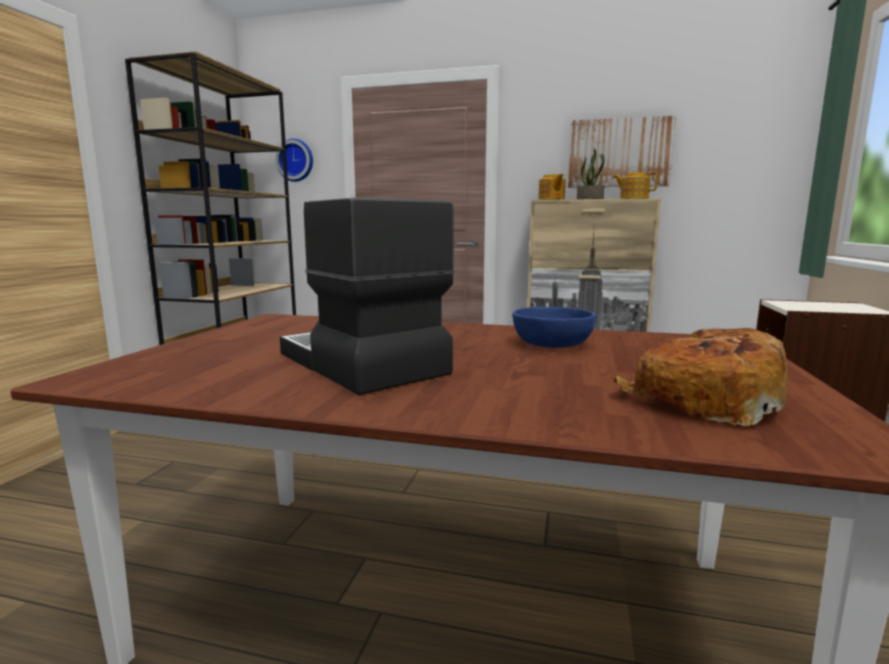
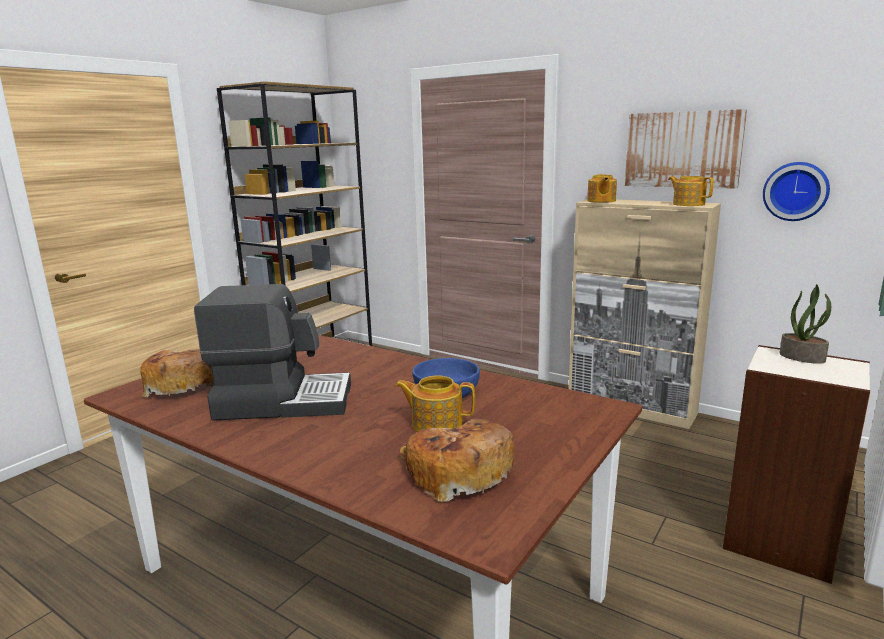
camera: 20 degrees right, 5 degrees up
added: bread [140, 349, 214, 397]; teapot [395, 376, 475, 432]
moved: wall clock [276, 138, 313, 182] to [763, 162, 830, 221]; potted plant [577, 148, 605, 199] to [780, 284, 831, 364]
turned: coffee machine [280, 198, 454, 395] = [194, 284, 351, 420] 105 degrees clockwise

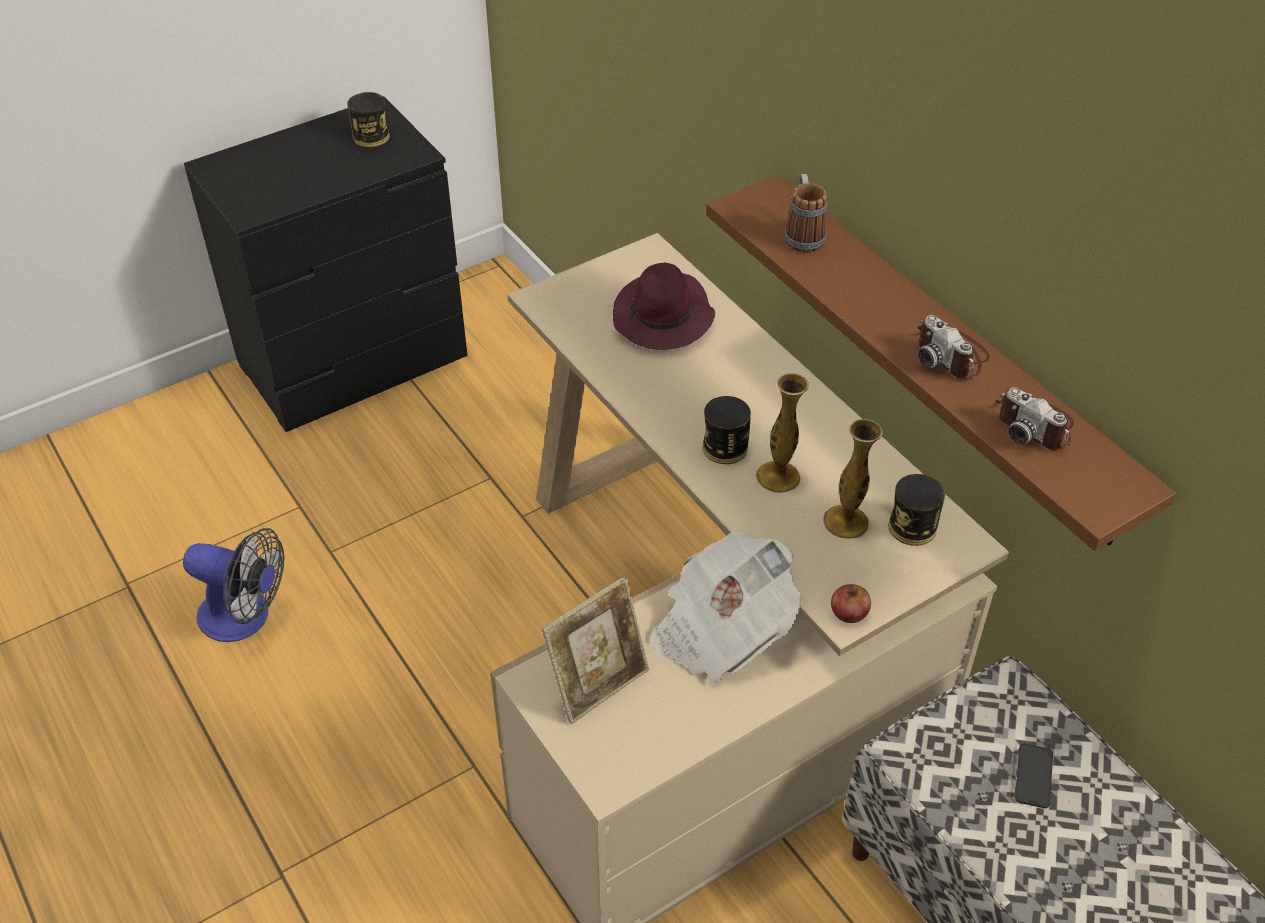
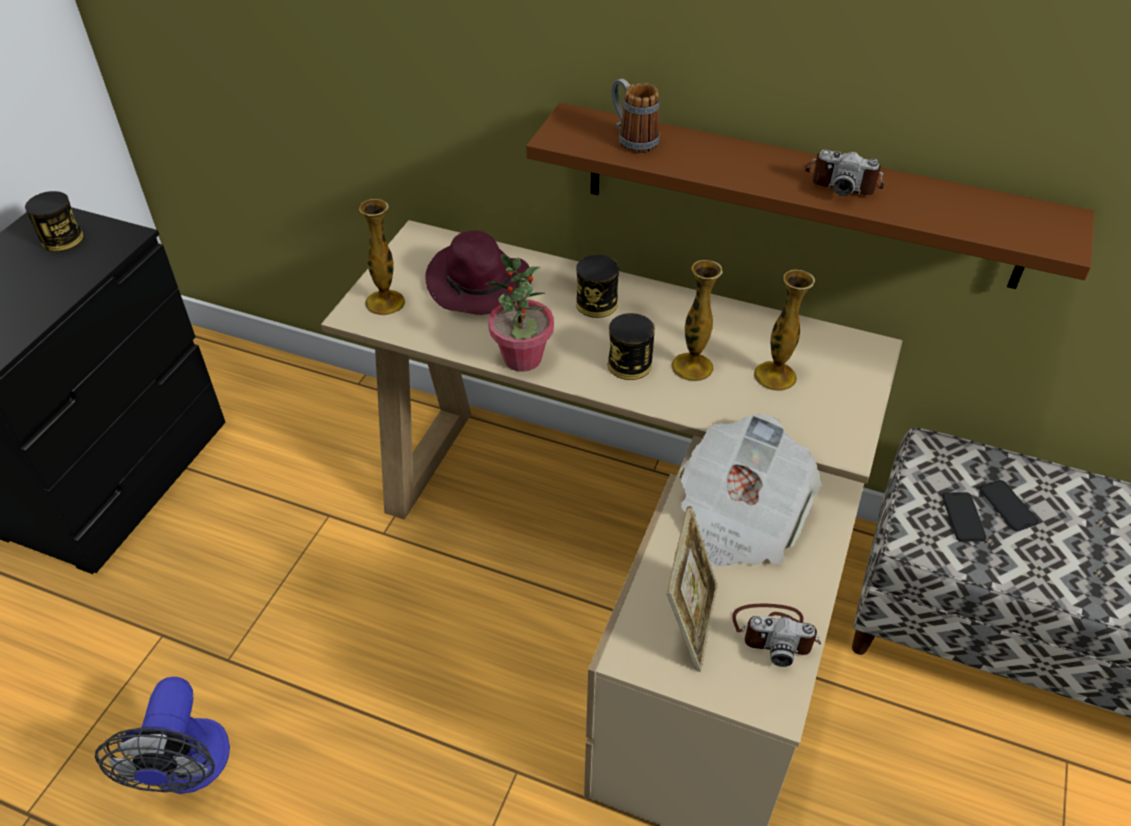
camera: 35 degrees left, 0 degrees up
removed: apple [831, 584, 871, 623]
added: vase [359, 199, 405, 315]; potted plant [485, 254, 554, 372]; phone [942, 492, 987, 542]
moved: can [888, 474, 945, 546] to [576, 255, 619, 318]; photo camera [995, 387, 1074, 450] to [732, 603, 821, 667]
turned: fan [183, 528, 285, 642] = [95, 677, 230, 794] 105 degrees clockwise

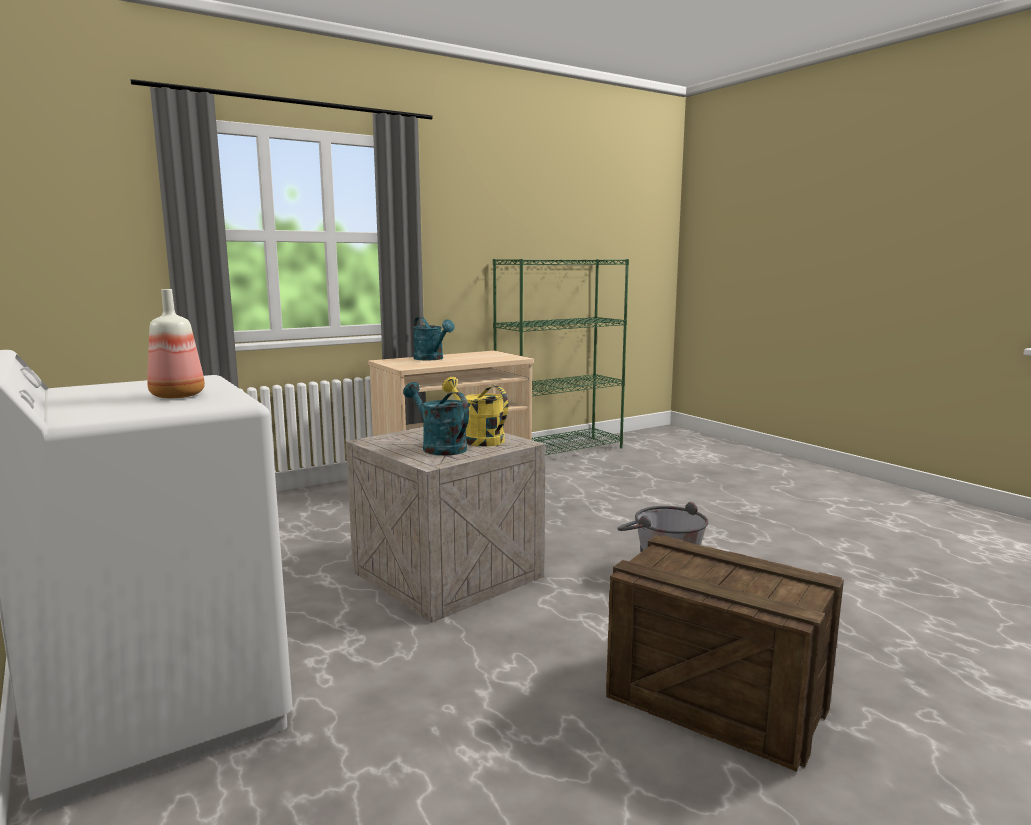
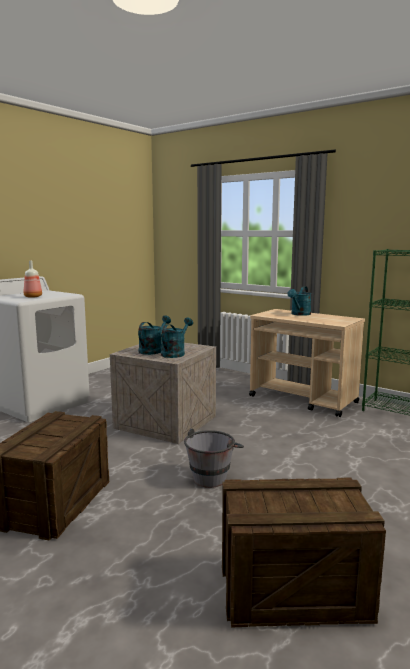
camera: 70 degrees right, 0 degrees up
added: crate [222, 478, 386, 628]
recoloured: watering can/yellow [442, 377, 508, 446] to watering can/turquoise [161, 318, 193, 358]

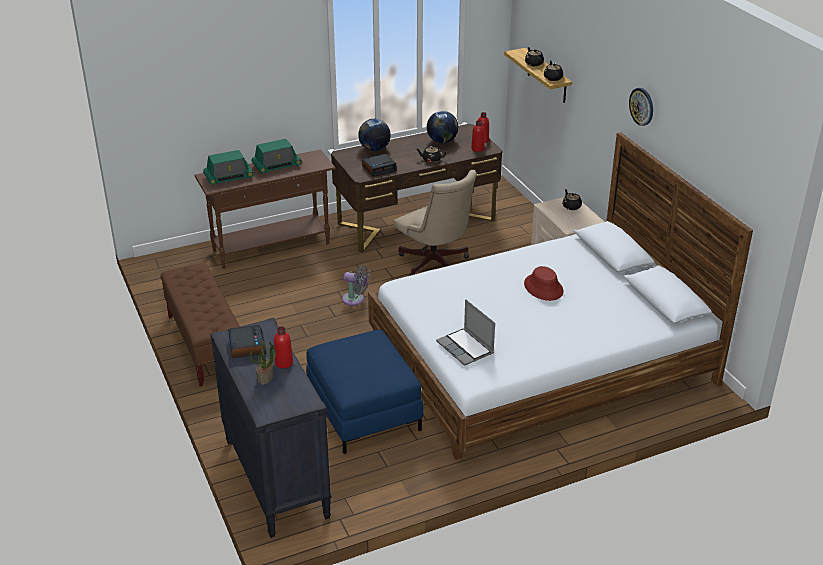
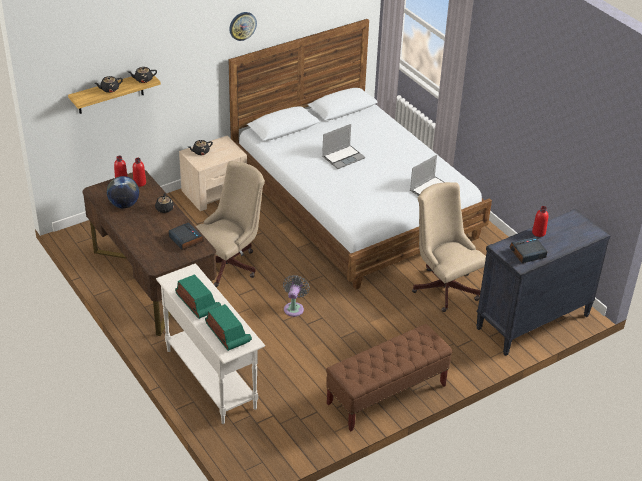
camera: 100 degrees left, 5 degrees up
removed: potted plant [250, 341, 276, 385]; globe [358, 119, 391, 151]
replaced: ottoman/blue [306, 330, 424, 454] to office chair/beige [412, 182, 486, 312]; hat/red [524, 266, 564, 301] to laptop [322, 124, 365, 169]
recoloured: console table/brown [194, 149, 336, 269] to console table/white [156, 263, 265, 424]

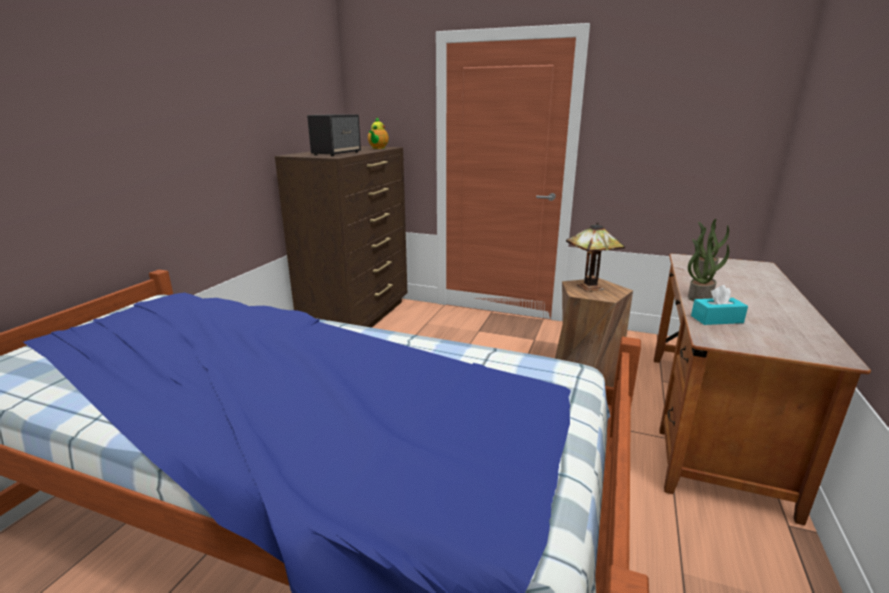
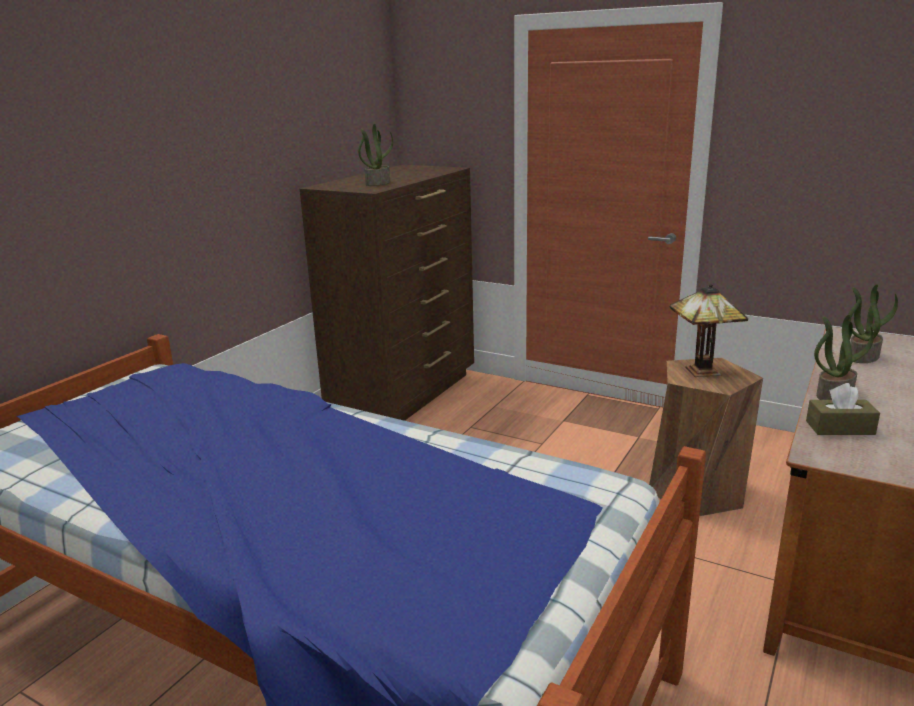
camera: 10 degrees right, 0 degrees up
removed: teapot [368, 118, 389, 149]
replaced: speaker [307, 114, 361, 156] to potted plant [358, 124, 393, 186]
recoloured: tissue box/turquoise [691, 285, 748, 325] to tissue box/brown [806, 383, 880, 435]

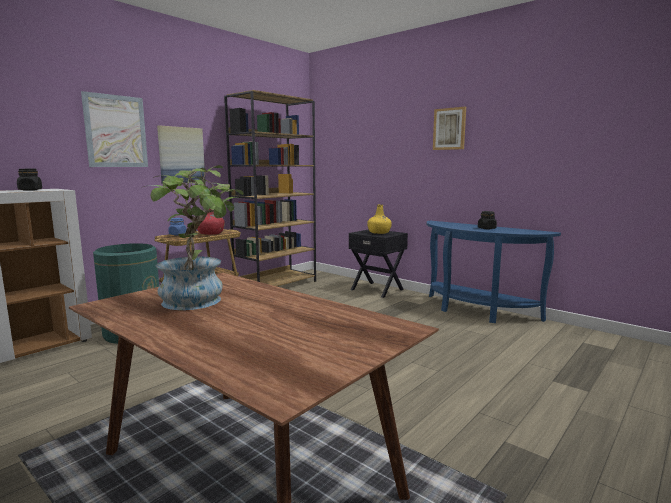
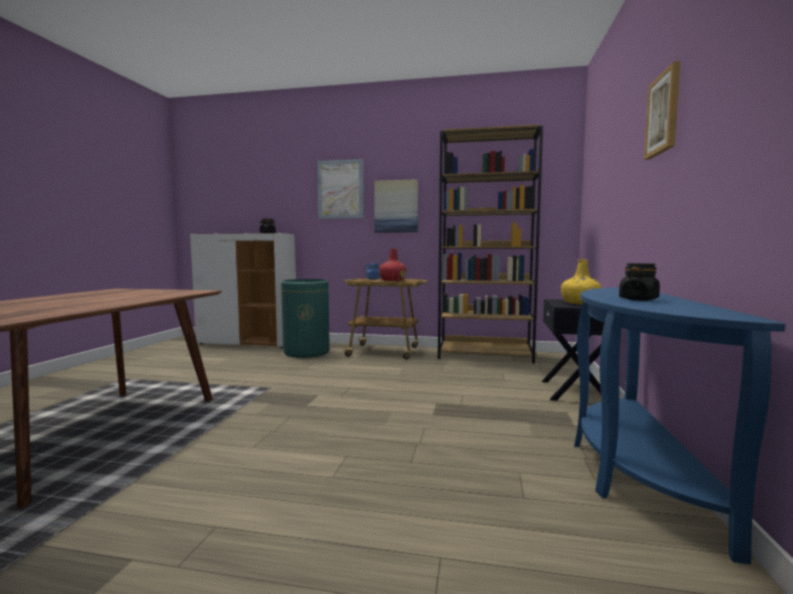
camera: 60 degrees right, 5 degrees down
removed: potted plant [144, 165, 244, 310]

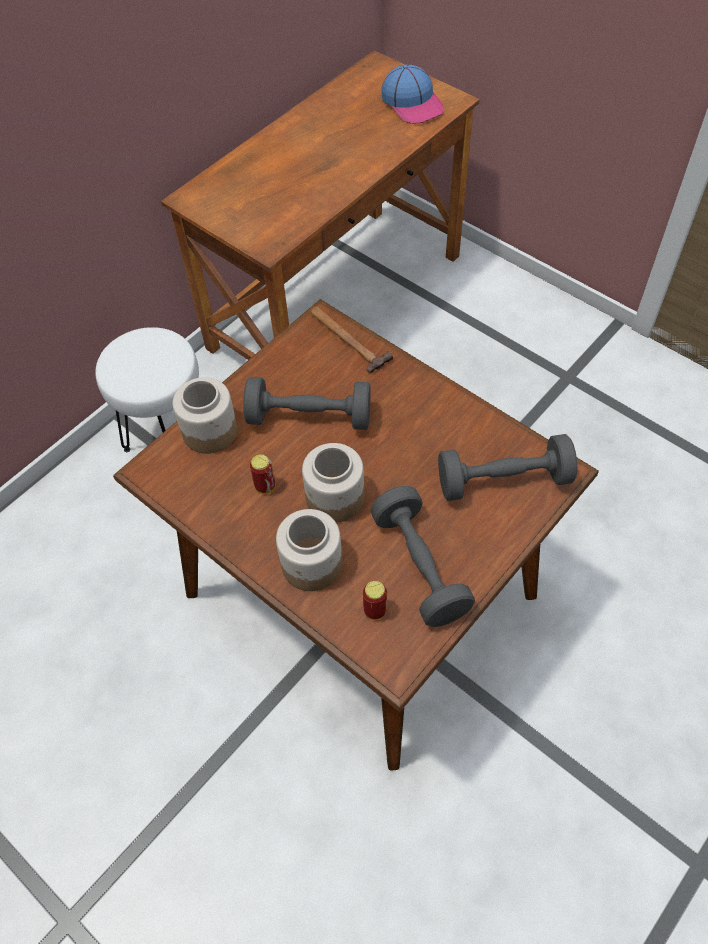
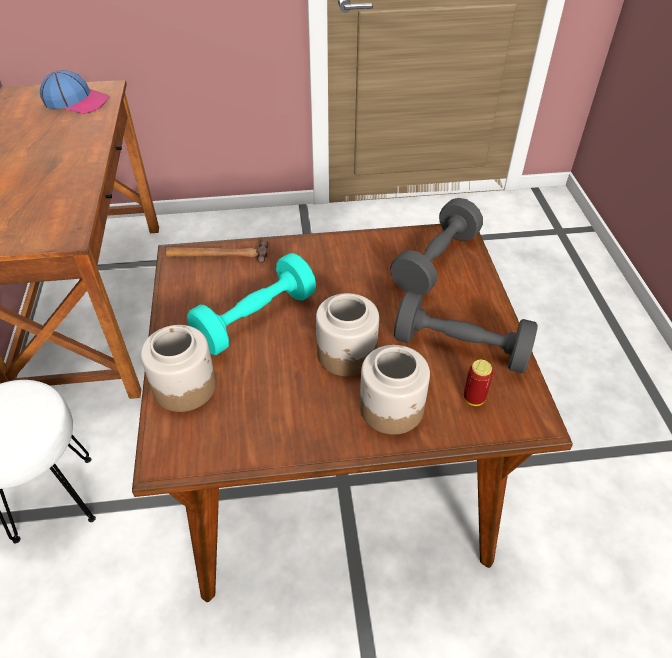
camera: 50 degrees left, 10 degrees down
removed: can [250, 454, 275, 494]
recoloured: dumbbell/grey [243, 377, 371, 430] to dumbbell/turquoise [187, 253, 316, 355]

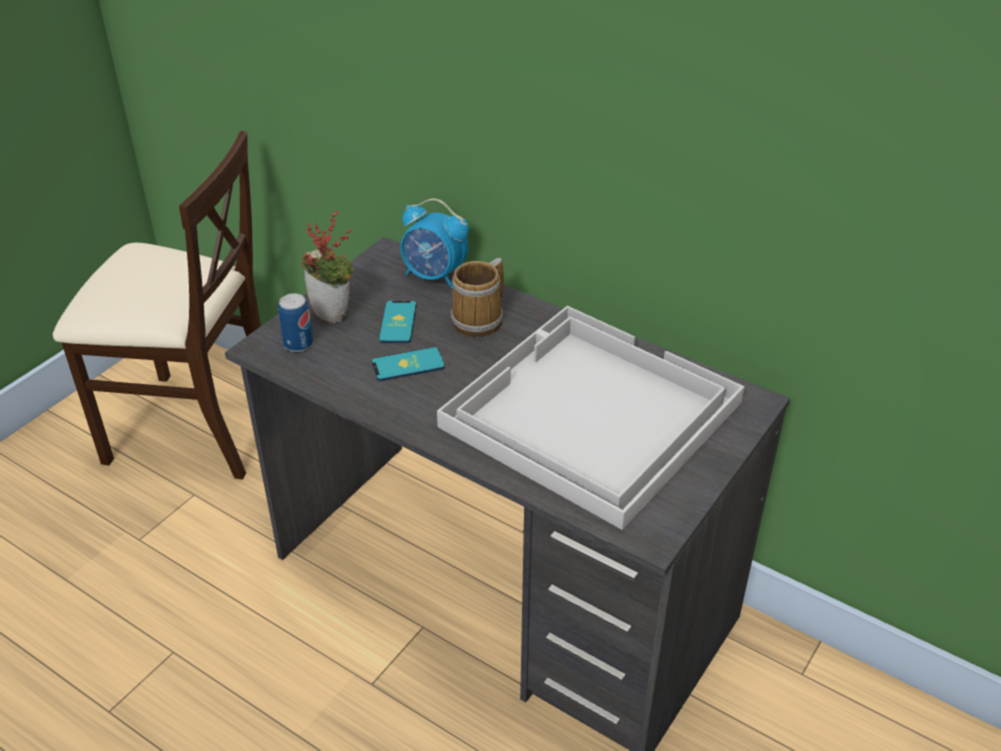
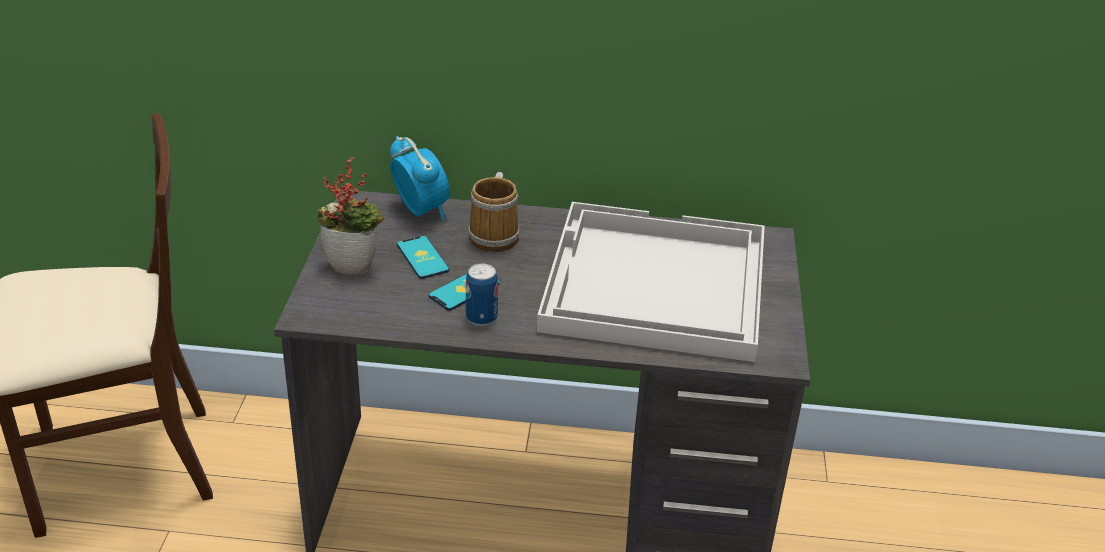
camera: 30 degrees left, 5 degrees down
moved: can [278, 293, 313, 352] to [466, 263, 498, 326]
turned: alarm clock [401, 198, 469, 288] = [390, 136, 450, 221] 120 degrees counterclockwise

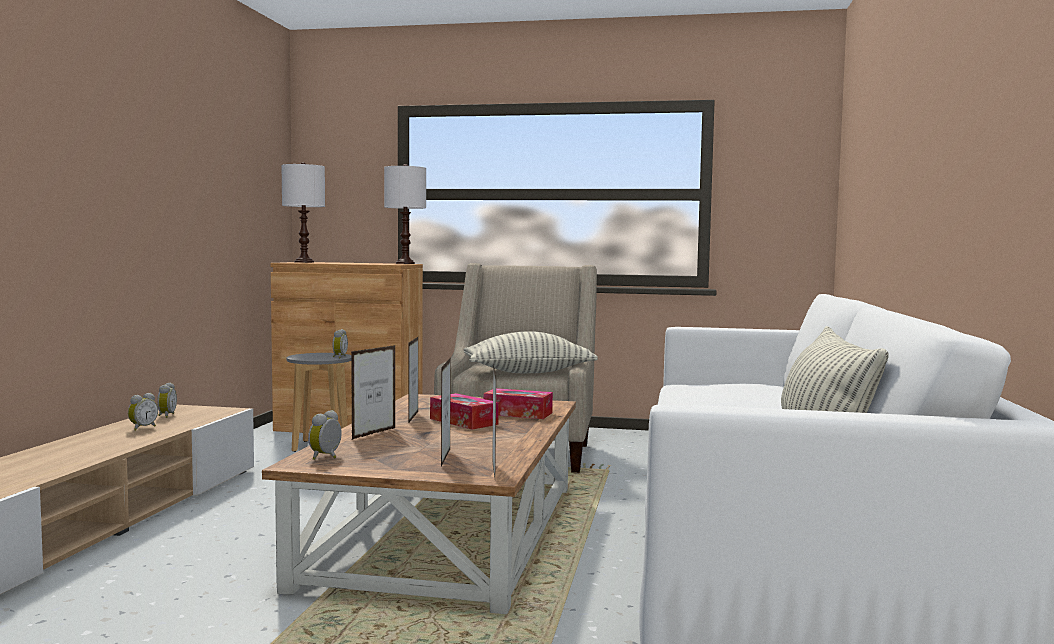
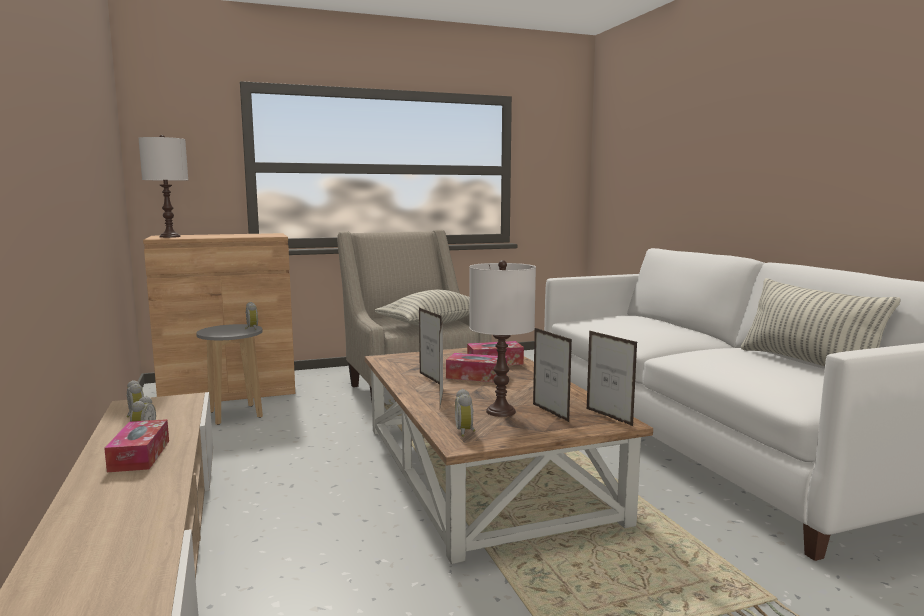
camera: 30 degrees left, 5 degrees up
added: tissue box [104, 419, 169, 472]
moved: table lamp/white [384, 164, 426, 264] to [469, 260, 536, 417]

